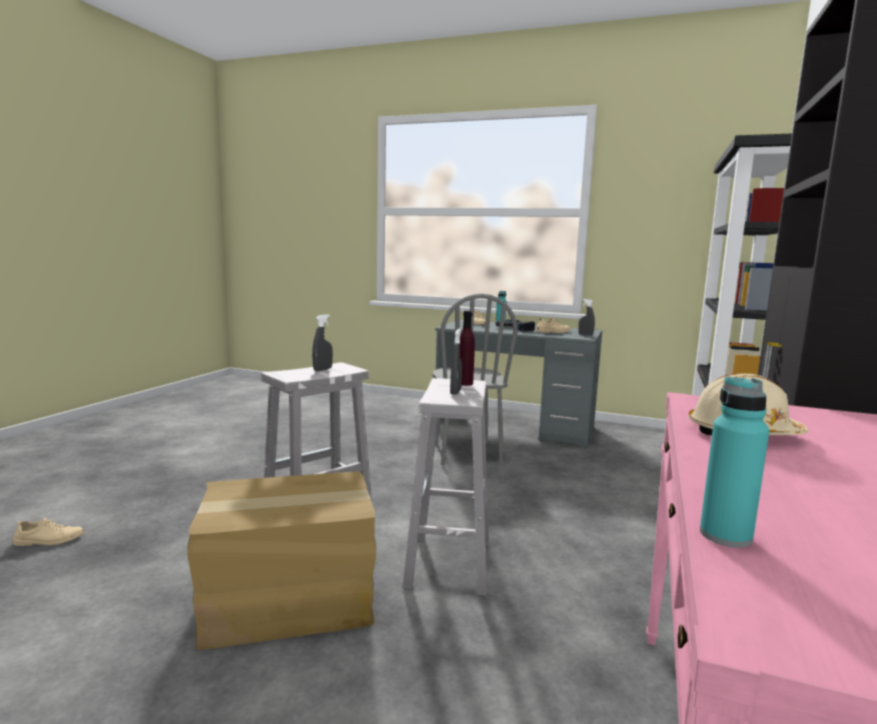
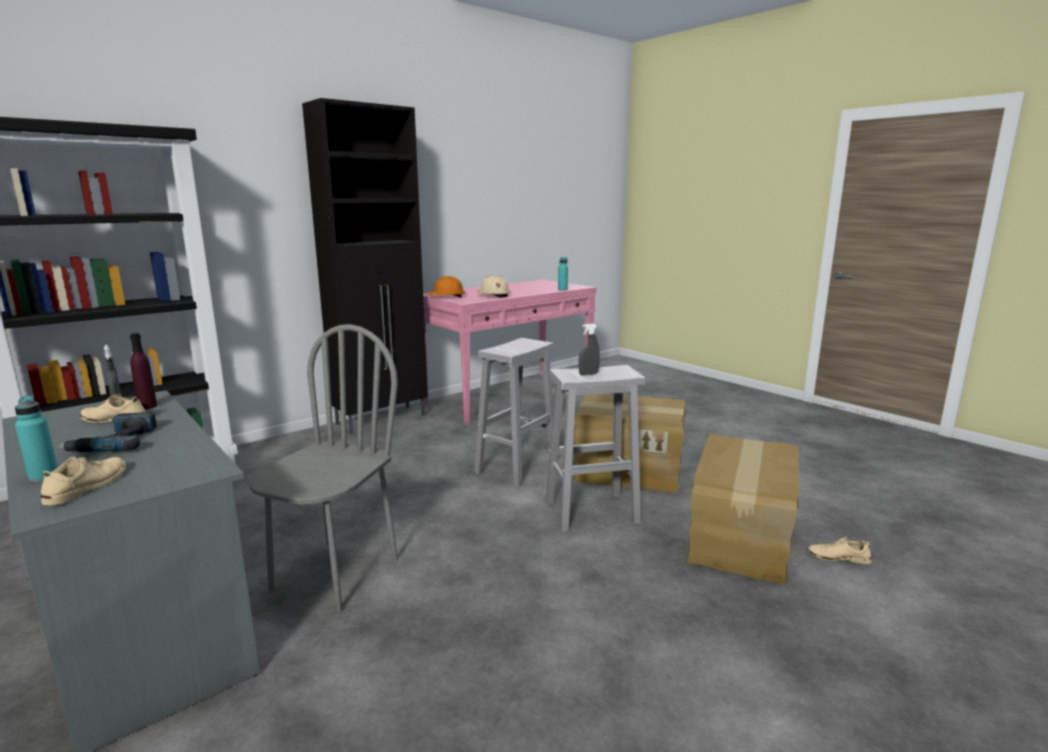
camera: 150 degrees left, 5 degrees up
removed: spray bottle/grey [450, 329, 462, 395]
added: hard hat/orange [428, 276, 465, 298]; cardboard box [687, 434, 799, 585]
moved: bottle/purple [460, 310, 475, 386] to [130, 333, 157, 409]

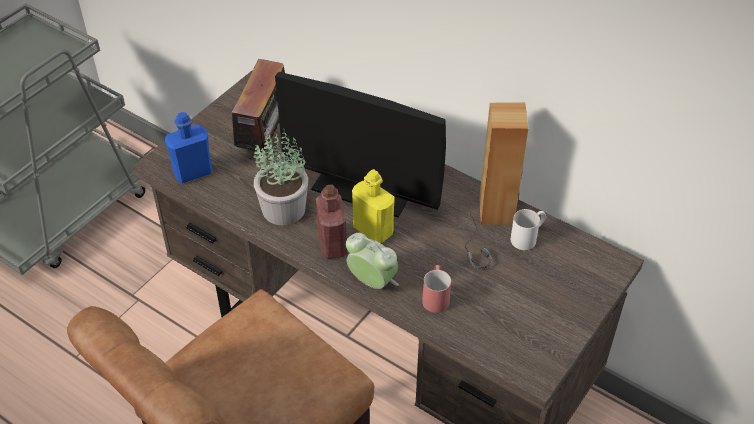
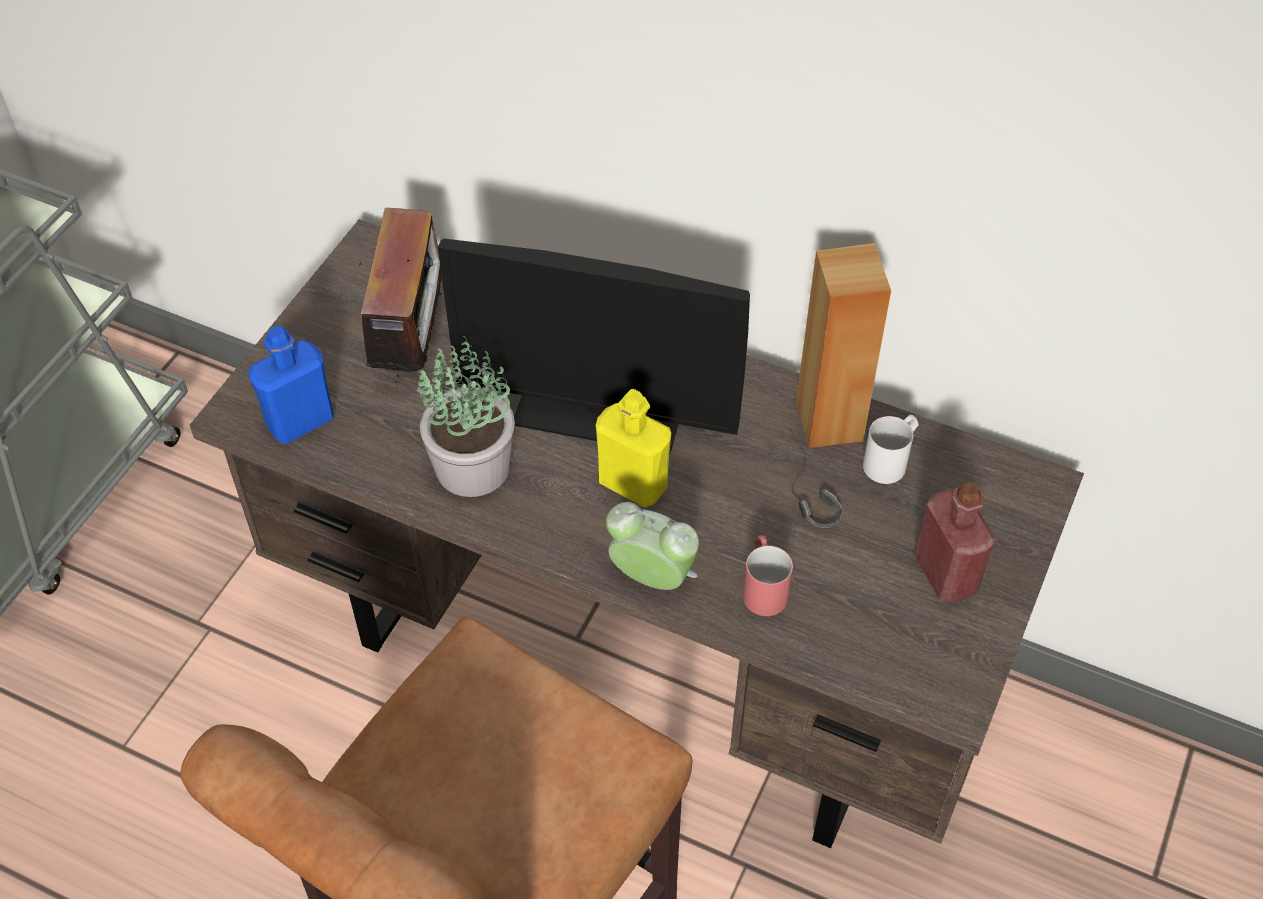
camera: 10 degrees left, 5 degrees up
moved: bottle/red [316, 185, 347, 259] to [915, 482, 996, 603]

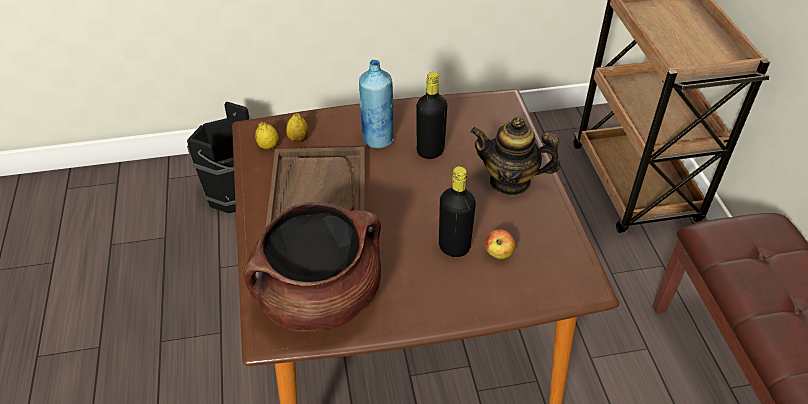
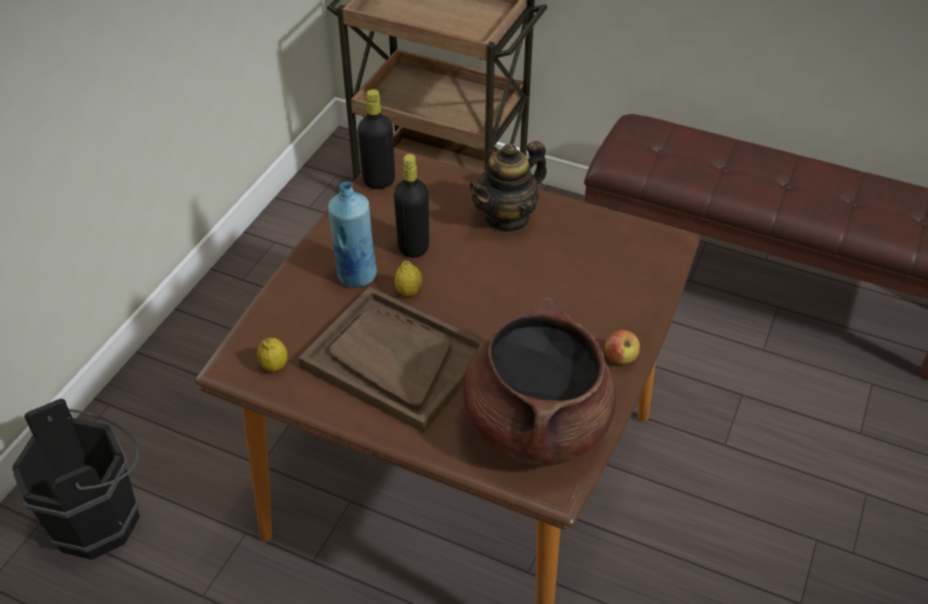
camera: 55 degrees left, 0 degrees up
moved: lemon [286, 113, 308, 143] to [395, 261, 423, 296]; bottle/black [439, 166, 476, 257] to [358, 89, 395, 189]; apple [485, 229, 516, 259] to [605, 330, 640, 364]

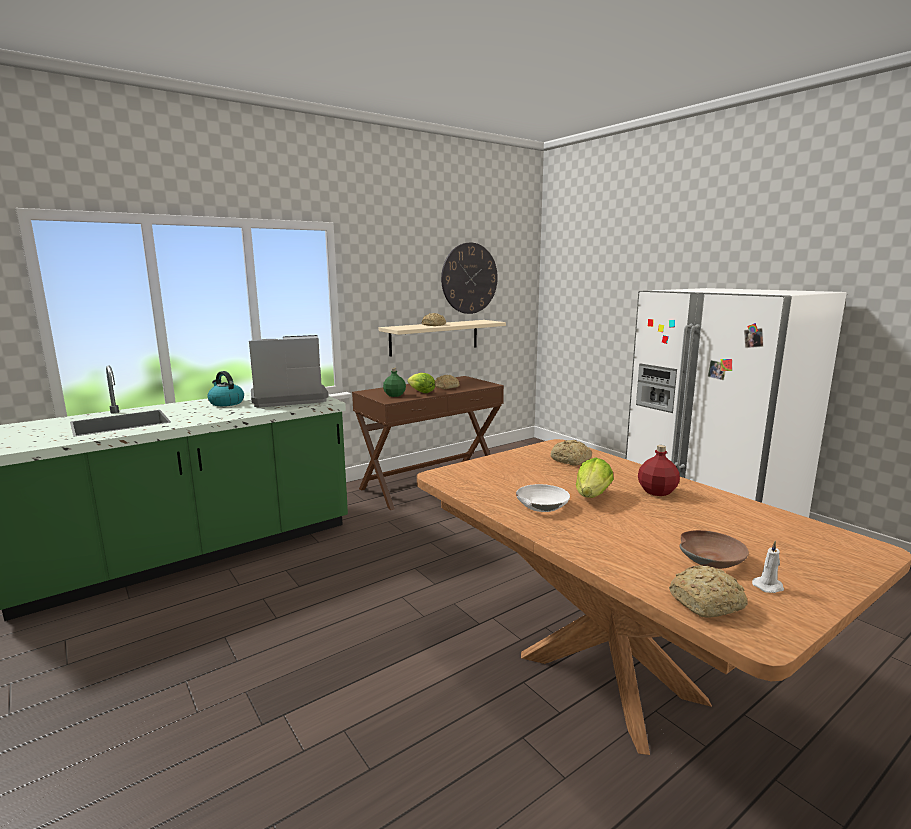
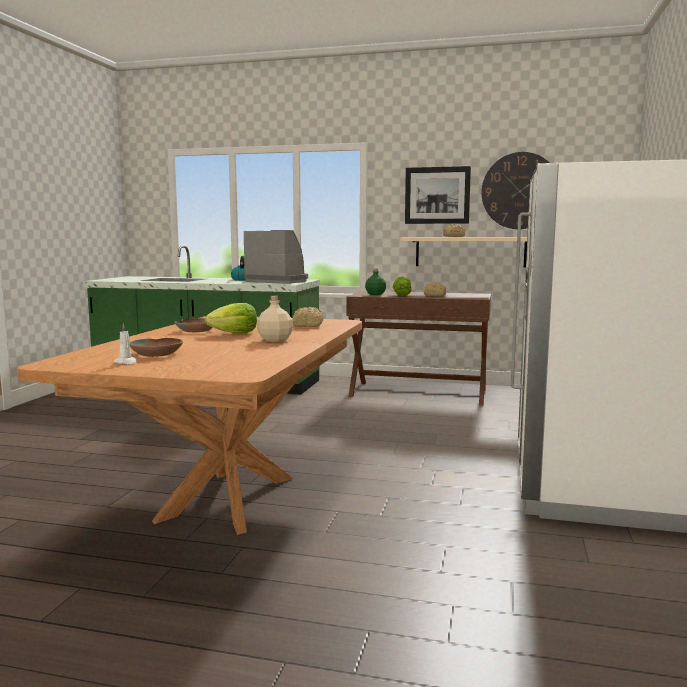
camera: 50 degrees right, 5 degrees down
removed: bread [669, 565, 748, 617]
added: picture [405, 166, 471, 224]
recoloured: bowl/white [516, 484, 570, 512] to bowl/brown [175, 318, 213, 332]; bottle/red [638, 445, 680, 496] to bottle/beige [257, 296, 293, 342]

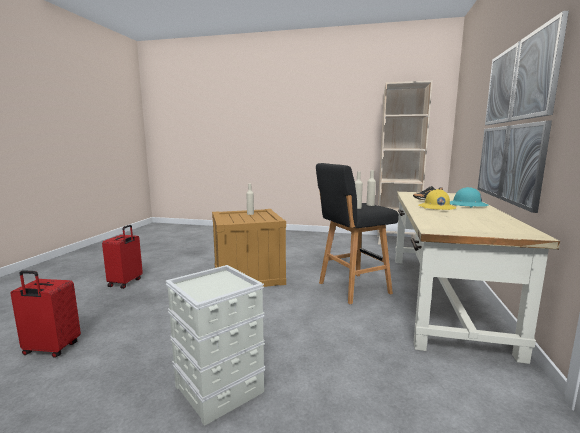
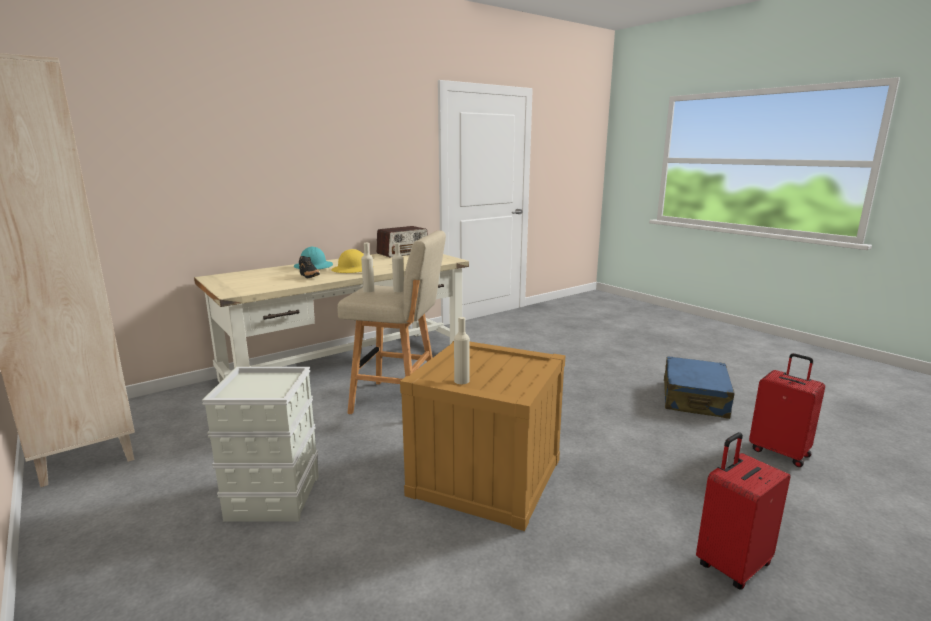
camera: 140 degrees left, 5 degrees up
removed: picture [477, 11, 569, 213]
added: radio [376, 226, 428, 258]; suitcase/blue [664, 356, 735, 419]
moved: storage box/grey [165, 265, 265, 426] to [202, 367, 319, 522]
recoloured: stool/black [316, 163, 399, 304] to stool/beige [337, 231, 446, 414]

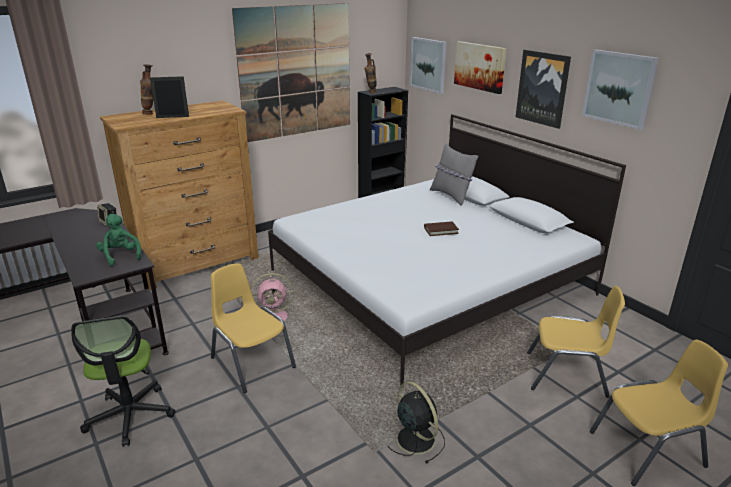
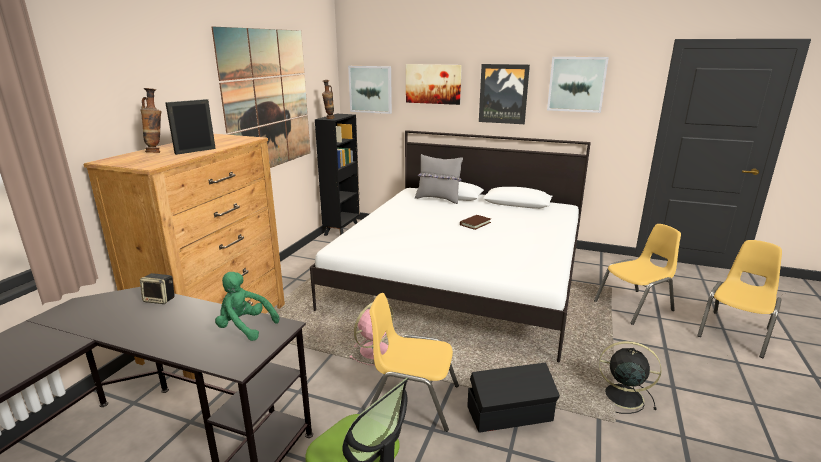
camera: 35 degrees left, 5 degrees down
added: storage box/black [467, 363, 560, 433]

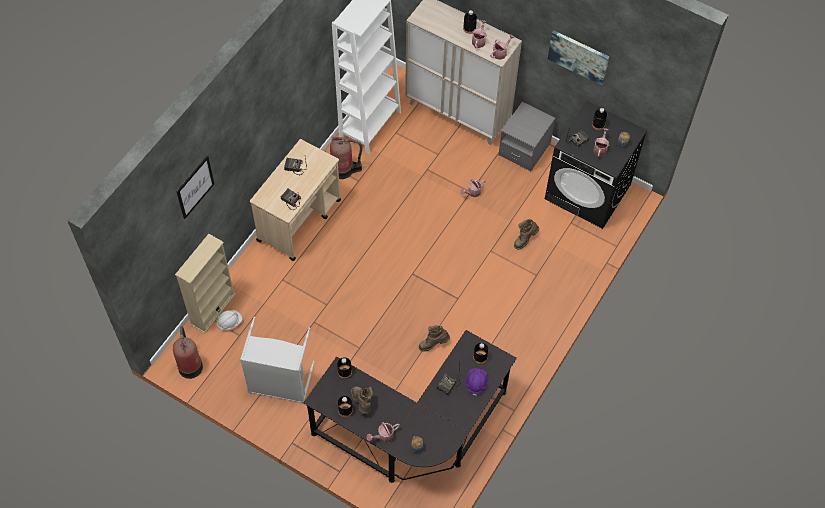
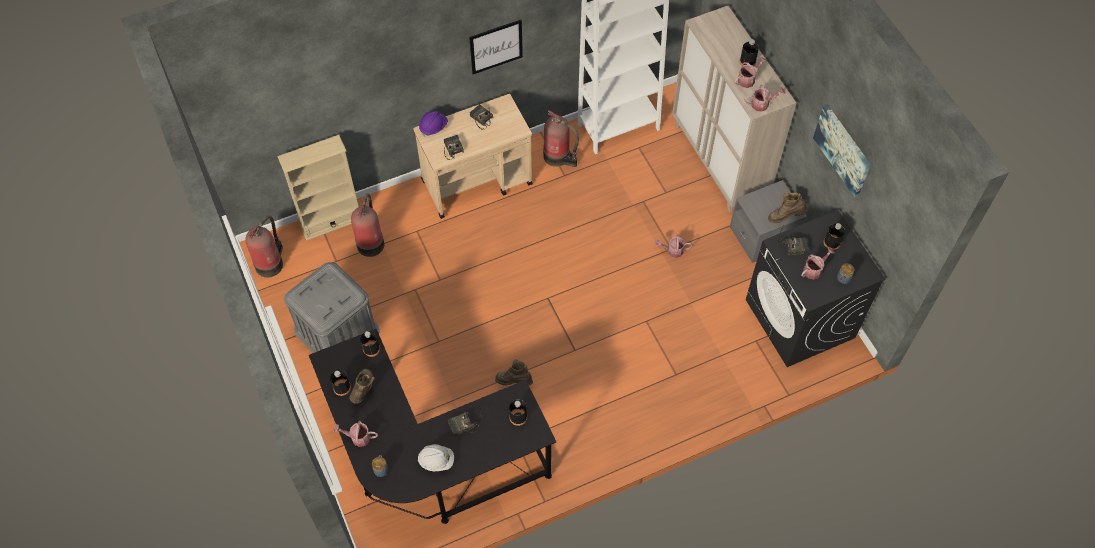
camera: 35 degrees right, 0 degrees up
added: fire extinguisher [351, 193, 384, 257]
moved: picture [176, 156, 214, 219] to [469, 20, 523, 74]; hard hat/white [217, 310, 242, 330] to [418, 444, 454, 471]; hard hat/purple [465, 368, 488, 395] to [419, 111, 448, 136]; boot/brown [514, 219, 539, 250] to [768, 193, 808, 223]
replaced: laundry basket/grey [240, 317, 315, 403] to storage box/grey [284, 262, 380, 353]

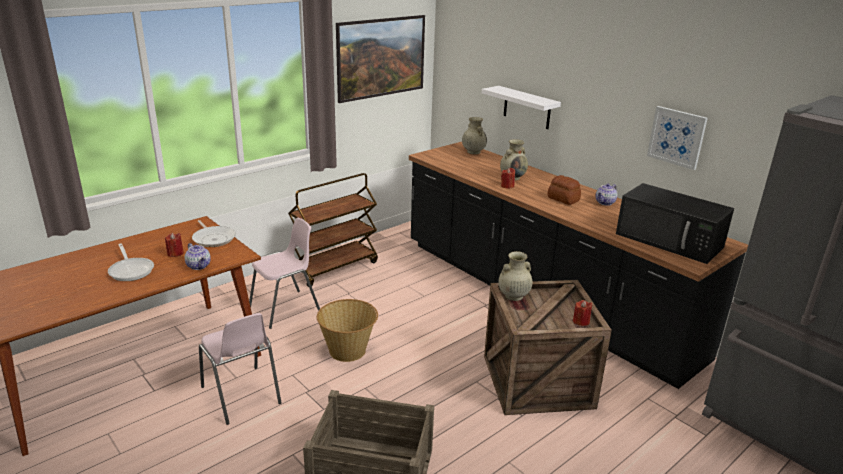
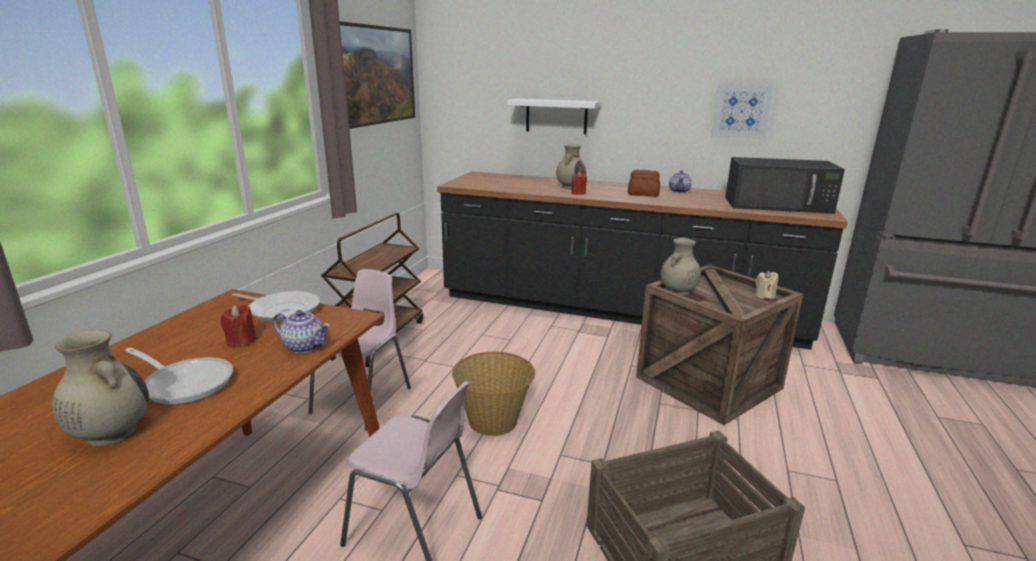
camera: 30 degrees left, 5 degrees down
moved: vase/beige [462, 117, 487, 154] to [51, 330, 149, 446]
recoloured: candle/red [573, 300, 592, 326] to candle/beige [755, 271, 778, 299]

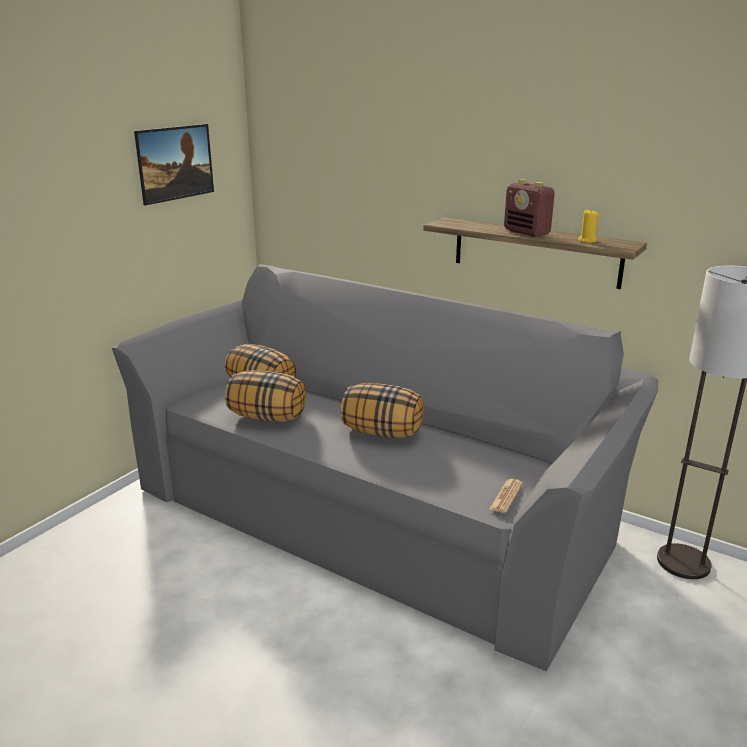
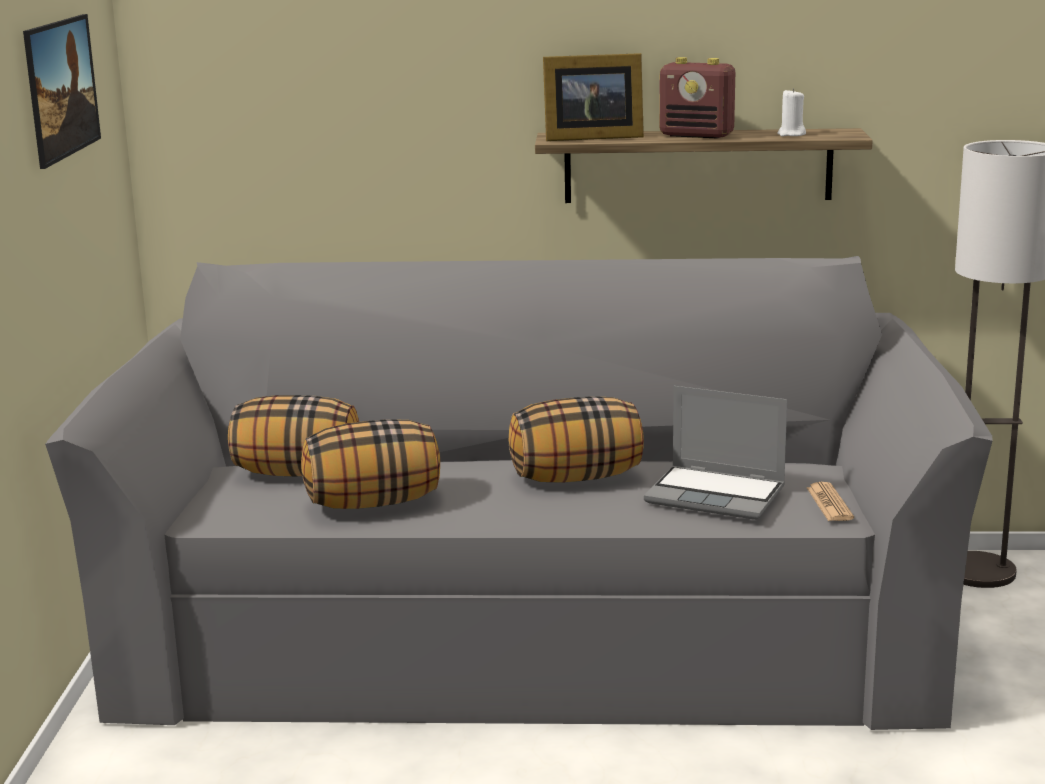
camera: 30 degrees left, 5 degrees down
added: picture frame [543, 53, 644, 141]; laptop [644, 386, 787, 520]
recoloured: candle/yellow [578, 209, 599, 243] to candle/white [777, 88, 806, 136]

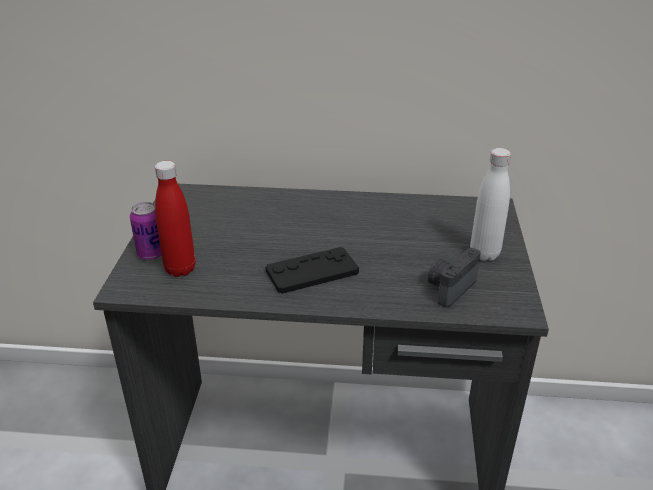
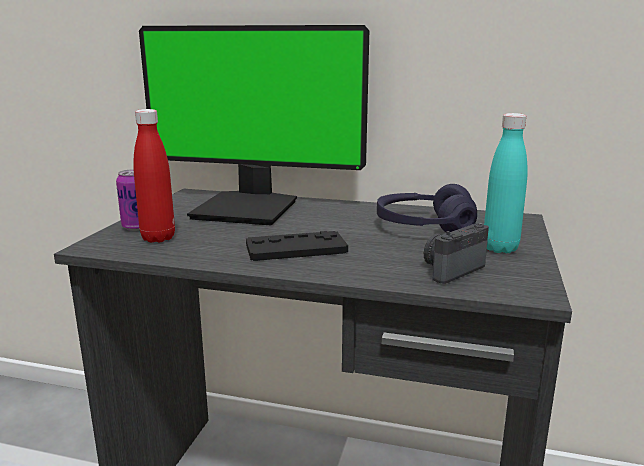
camera: 10 degrees right, 15 degrees down
added: monitor [139, 25, 369, 225]; headphones/purple [377, 184, 477, 232]
recoloured: bottle/white [470, 148, 511, 261] to bottle/turquoise [484, 113, 528, 253]

